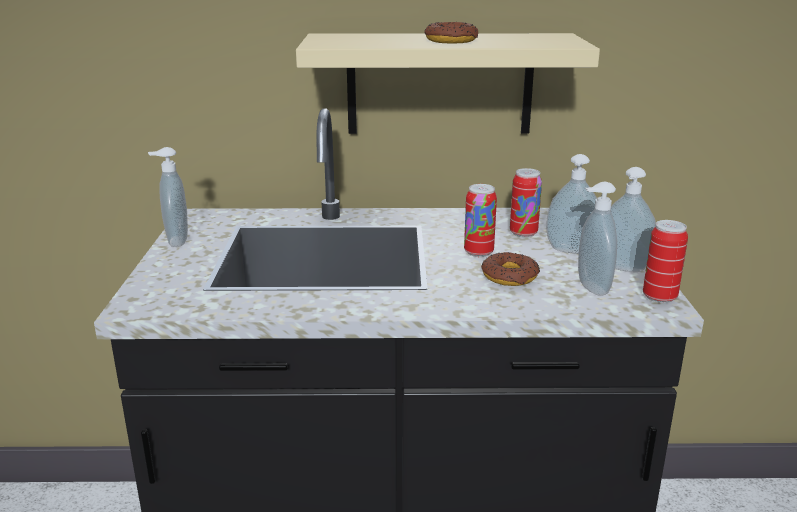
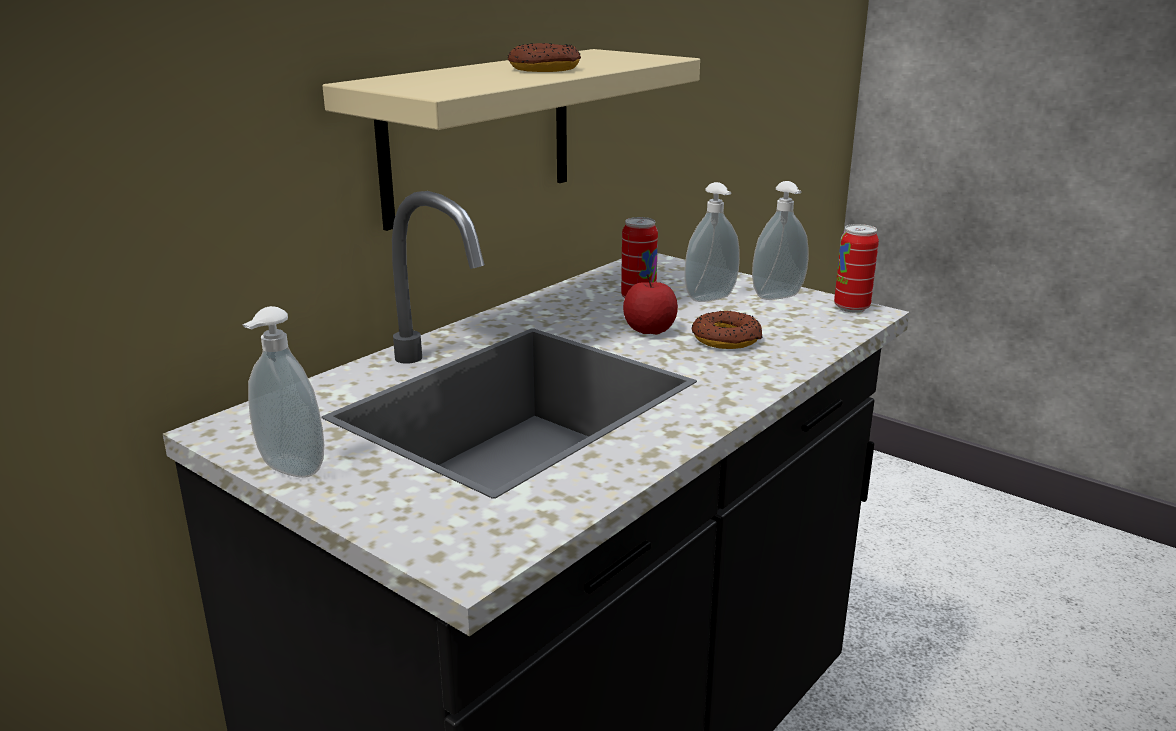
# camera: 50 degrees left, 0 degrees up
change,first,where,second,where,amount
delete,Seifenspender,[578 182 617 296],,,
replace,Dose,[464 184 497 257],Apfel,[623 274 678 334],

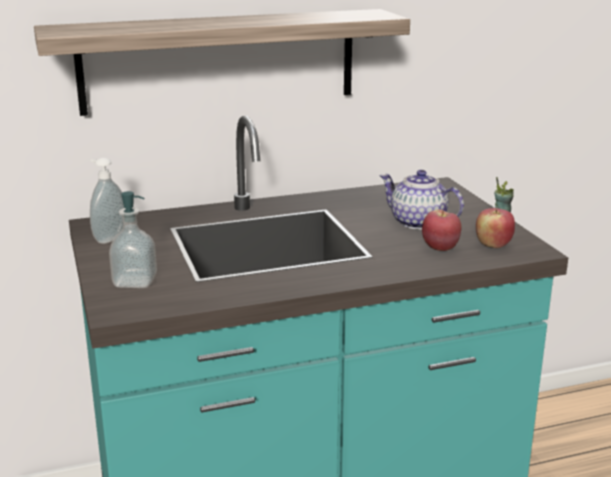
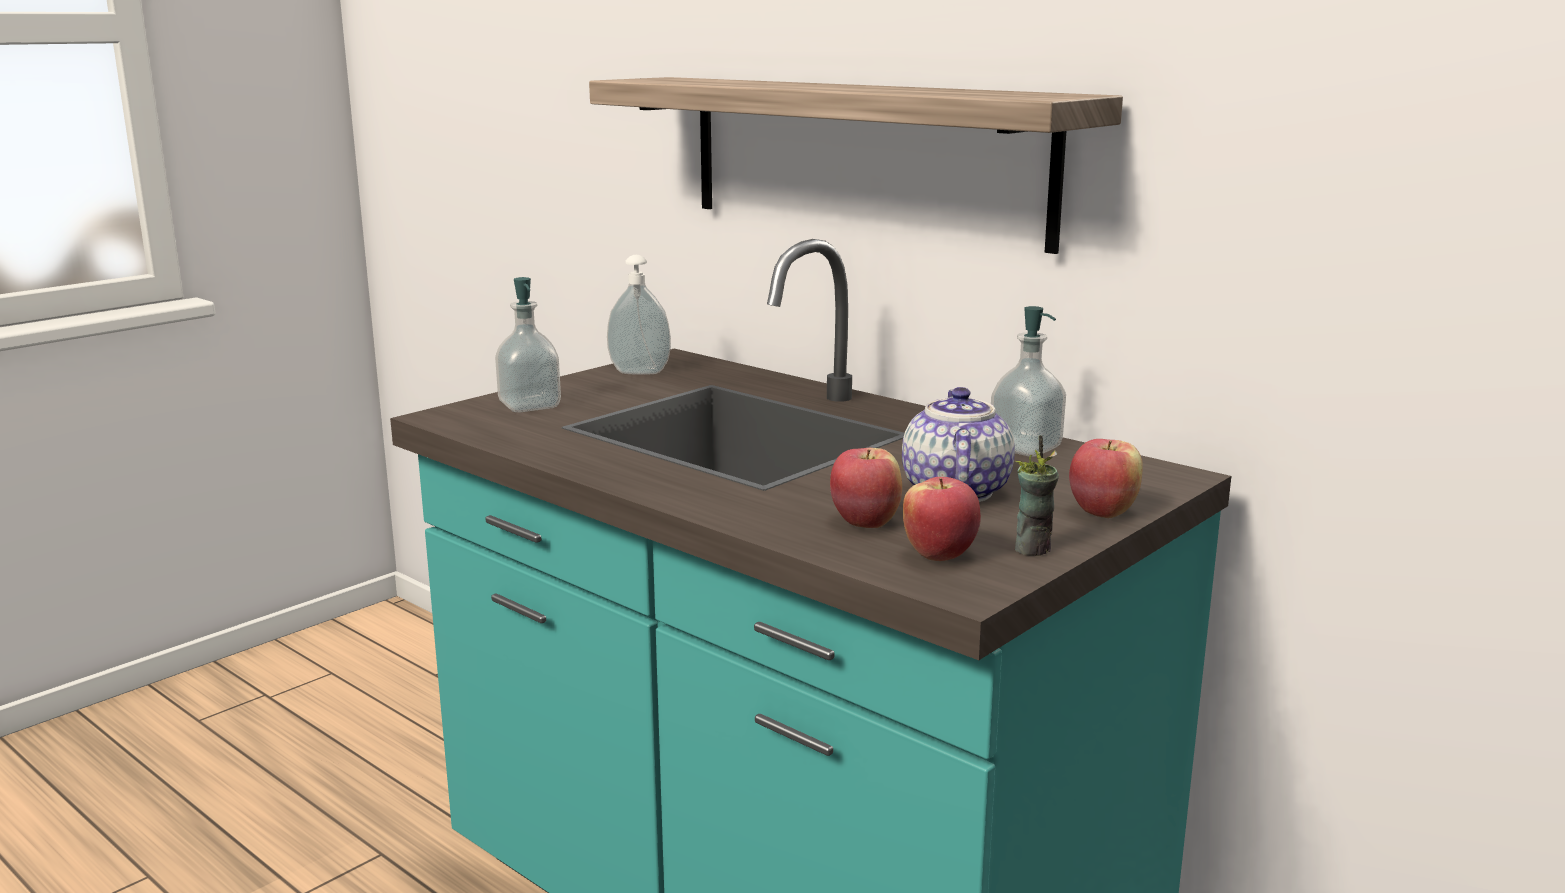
# camera: 60 degrees right, 5 degrees down
change,first,where,second,where,amount
insert,,,Seifenspender,[991 306 1066 457],
insert,,,Apfel,[1069 439 1143 518],

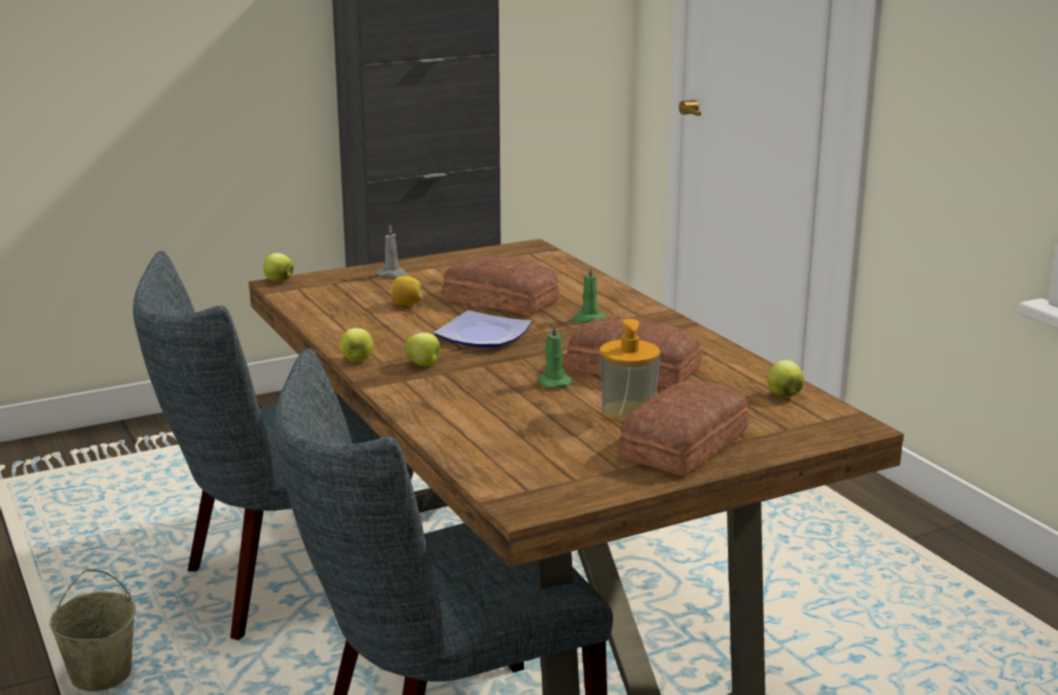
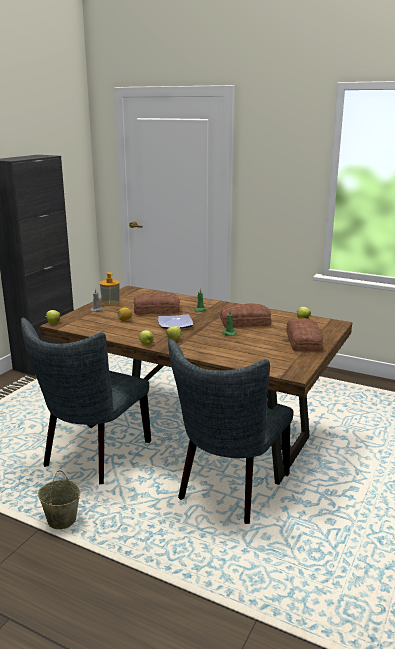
# camera: 35 degrees left, 0 degrees up
change,first,where,second,where,amount
move,Seifenspender,[600 319 660 423],,[100 272 120 306],

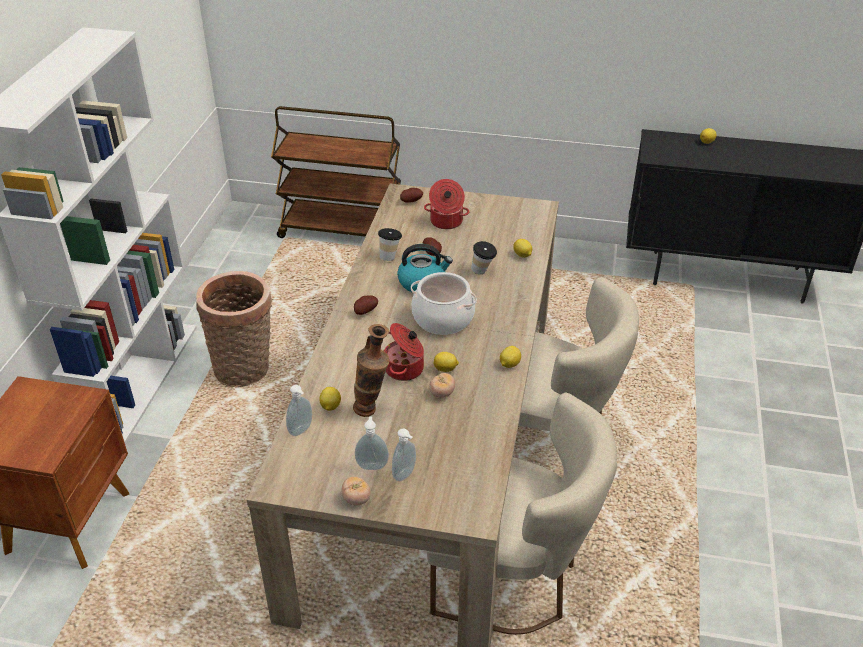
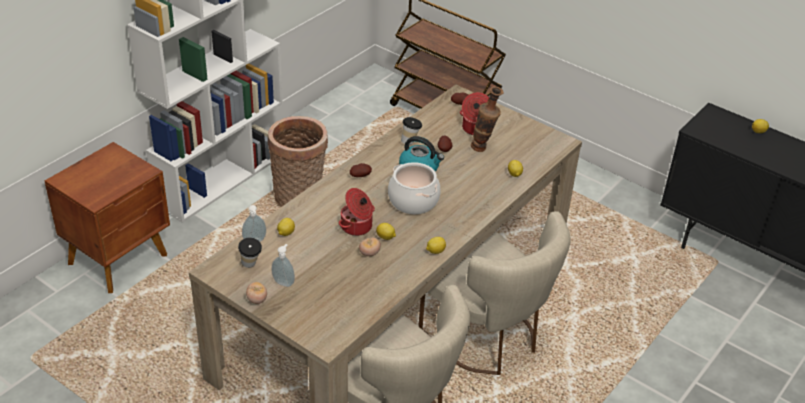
# camera: 25 degrees right, 0 degrees up
change,first,where,second,where,amount
delete,Seifenspender,[392 429 416 481],,,
move,Vase,[353 324 390 417],,[471 86 504 152],
move,Tasse,[471 241 497 275],,[238 238 262 268],

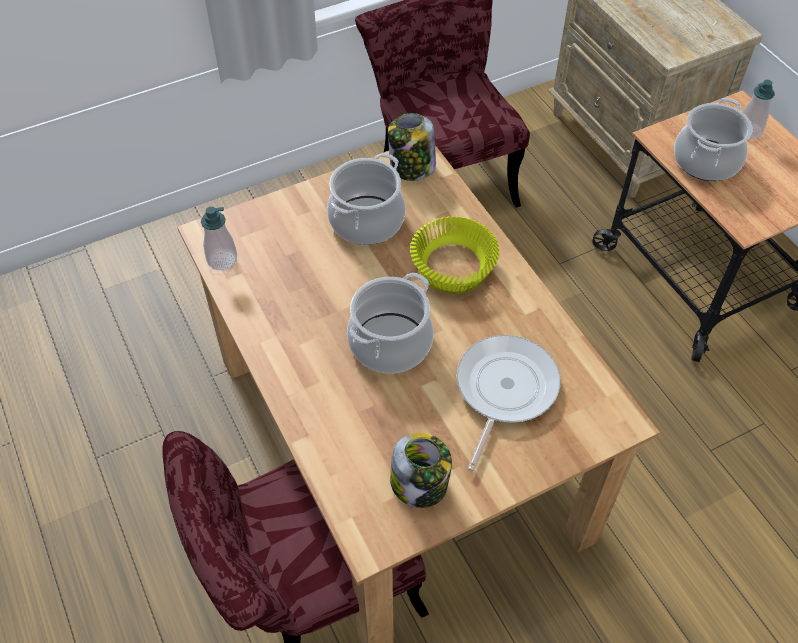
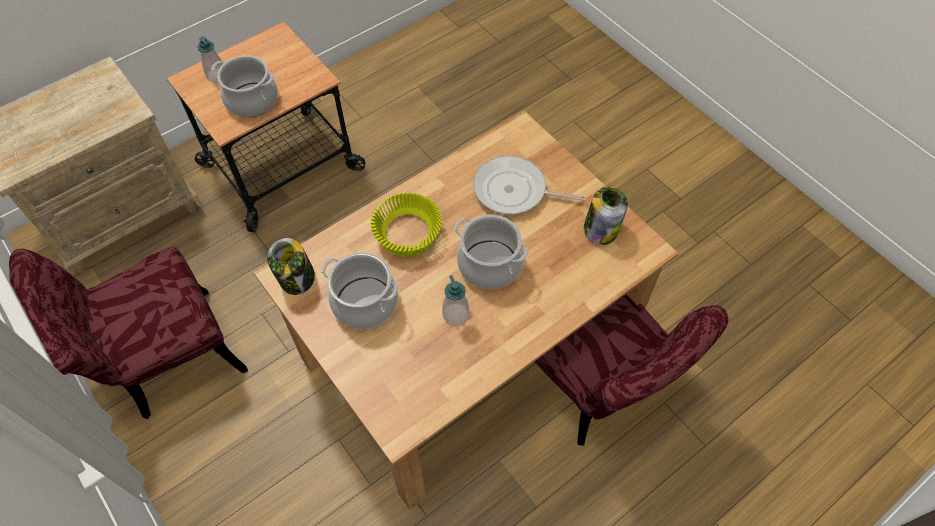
# camera: 100 degrees left, 5 degrees up
change,first,where,second,where,amount
move,Seifenspender,[201 207 237 270],,[442 275 469 326],

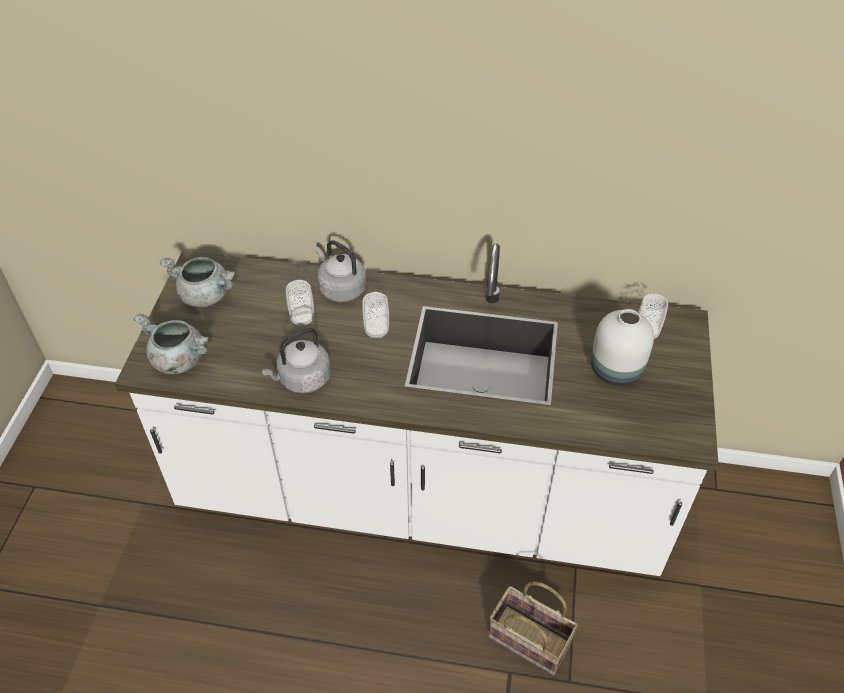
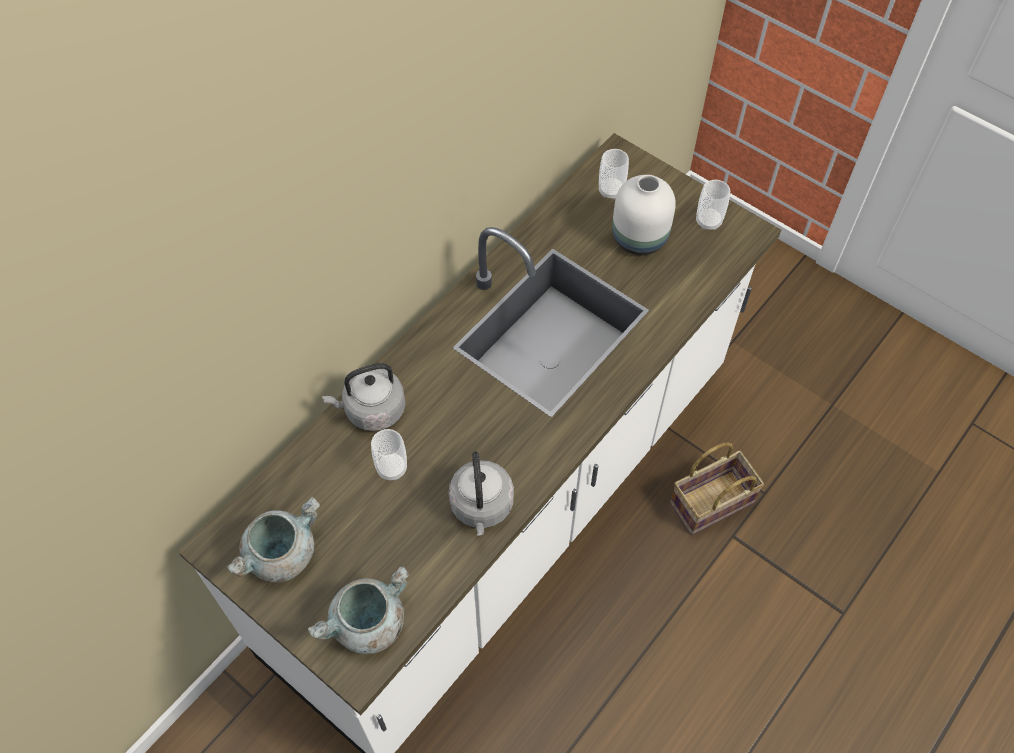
# camera: 60 degrees left, 10 degrees up
change,first,where,second,where,amount
move,Tasse,[362 292 389 339],,[696 180 730 230],

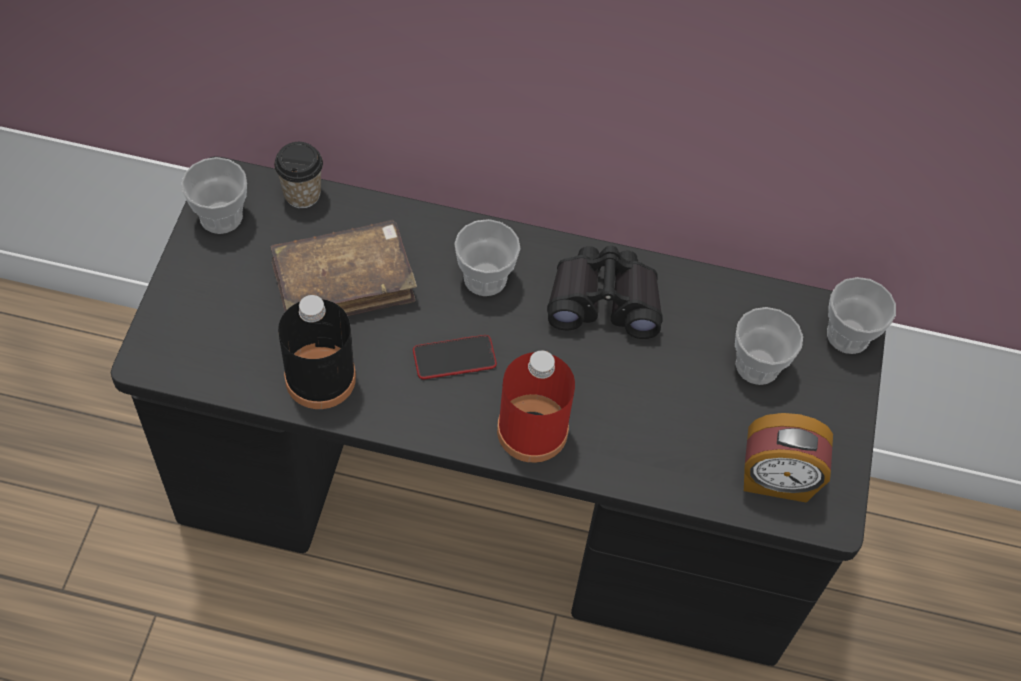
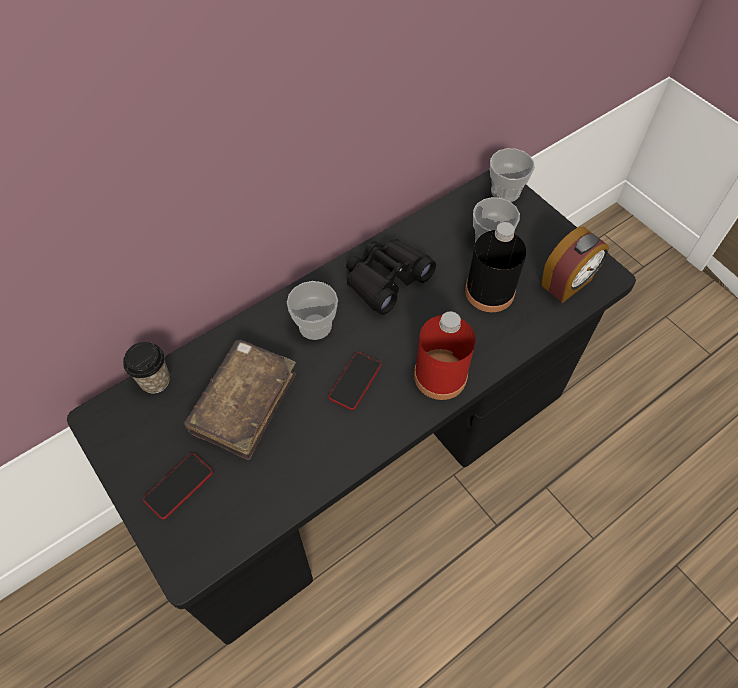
# camera: 45 degrees left, 0 degrees up
change,first,where,second,where,amount
delete,Tasse,[181 157 247 234],,,
insert,,,Handy,[143 453 213 519],
move,Flasche (schwarz),[278 295 356 409],,[465 222 527 312],

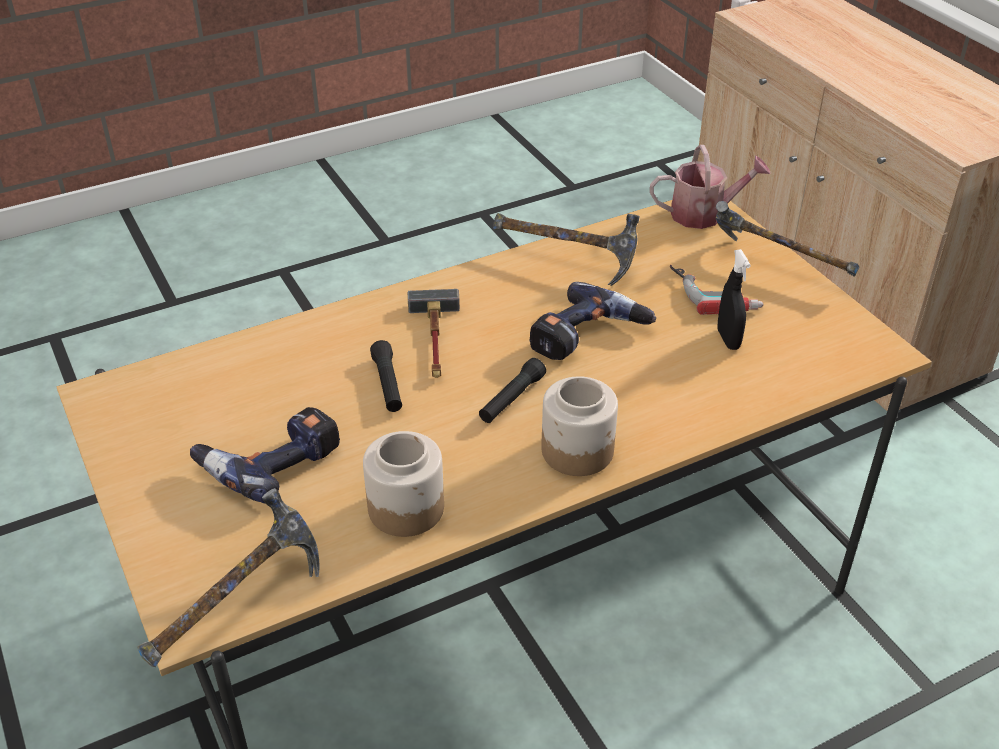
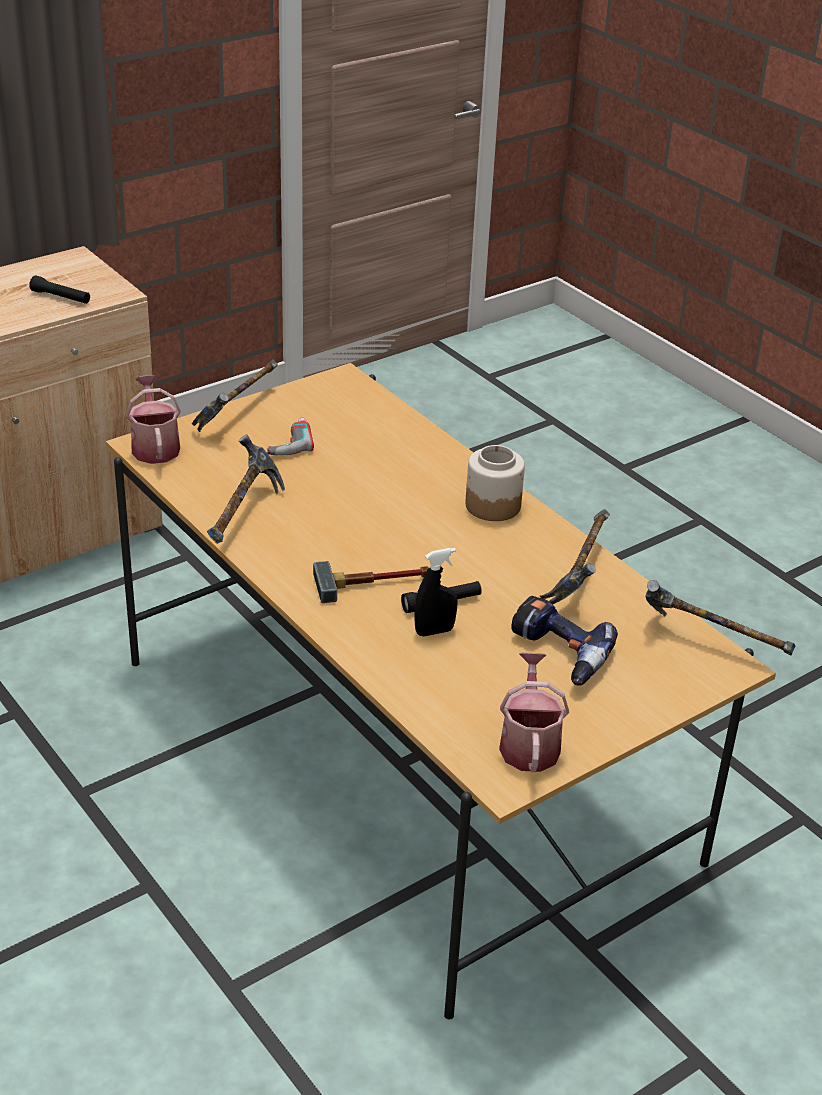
# camera: 100 degrees left, 5 degrees down
change,first,where,second,where,amount
delete,Bohrmaschine,[529 282 656 360],,,
insert,,,Gießkanne,[499 652 569 772],
move,Taschenlampe (schwarz),[479 358 546 423],,[29 276 90 304],
move,Sprühflasche (schwarz),[717 249 751 350],,[414 548 457 636],
replace,Vorratsglas,[363 431 444 537],Hammer,[540 509 610 605],

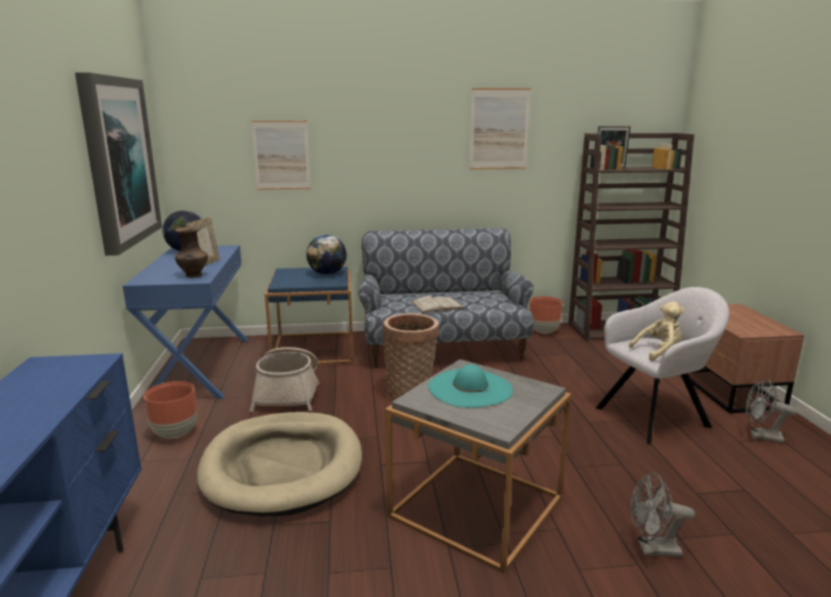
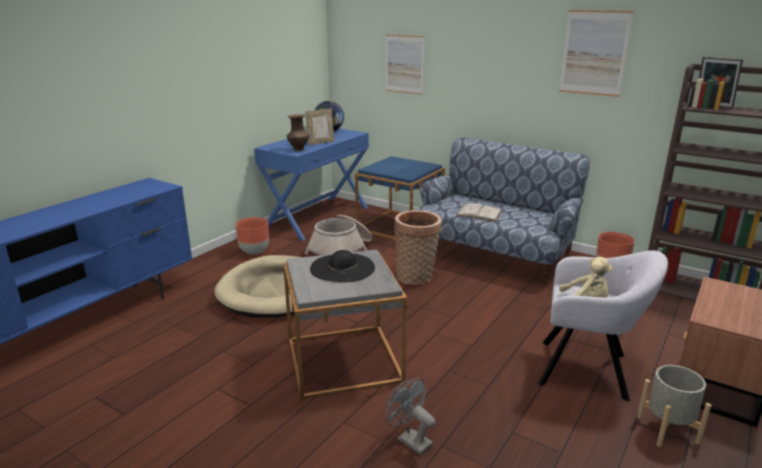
# camera: 40 degrees right, 5 degrees up
change,first,where,second,where,amount
delete,Bild,[75 72 162 256],,,
delete,Globus,[306 235 347 275],,,
replace,Ventilator (grau),[746 378 797 443],Pflanzkübel (grau),[637 365 711 447],
recolor,Hut (türkis),[428 364 513 408],Hut (schwarz),[310 250 375 282],

